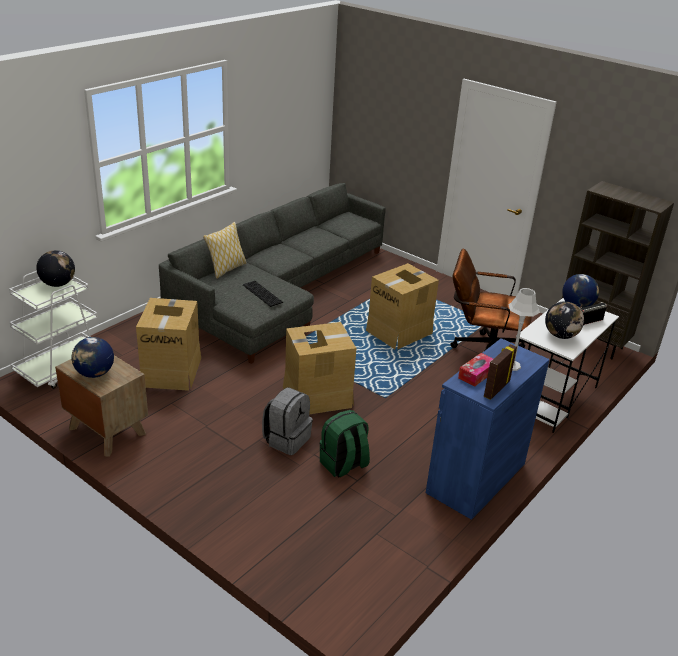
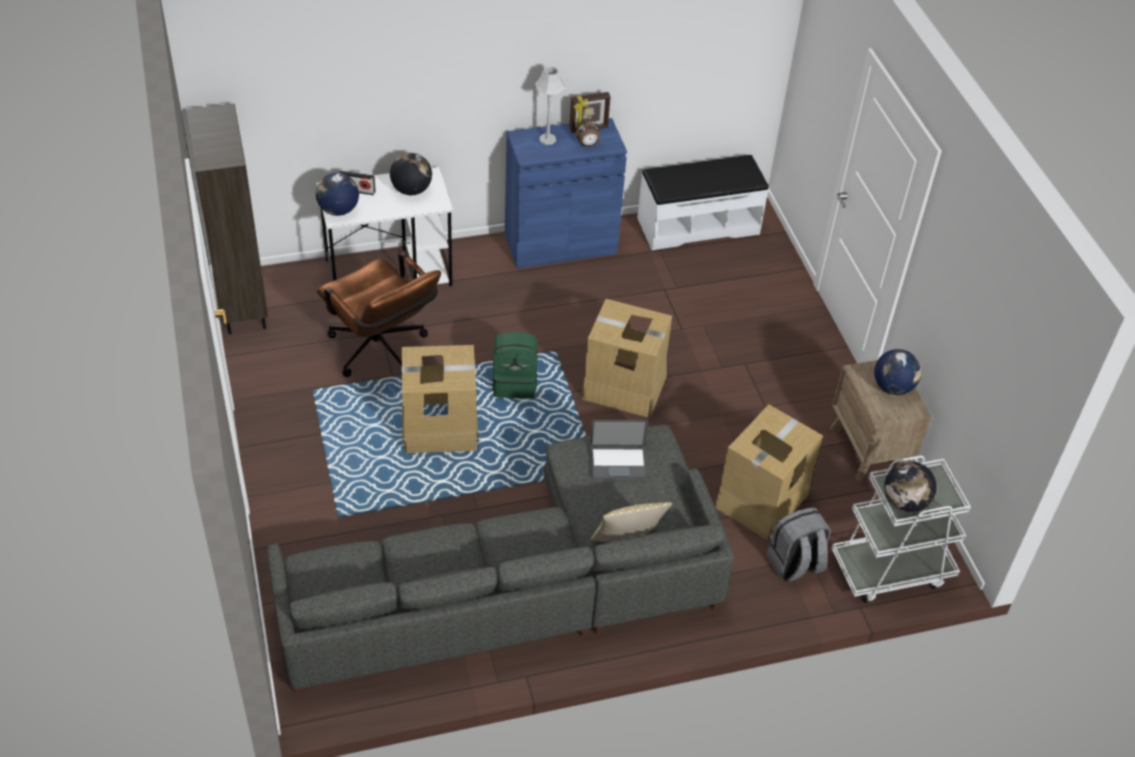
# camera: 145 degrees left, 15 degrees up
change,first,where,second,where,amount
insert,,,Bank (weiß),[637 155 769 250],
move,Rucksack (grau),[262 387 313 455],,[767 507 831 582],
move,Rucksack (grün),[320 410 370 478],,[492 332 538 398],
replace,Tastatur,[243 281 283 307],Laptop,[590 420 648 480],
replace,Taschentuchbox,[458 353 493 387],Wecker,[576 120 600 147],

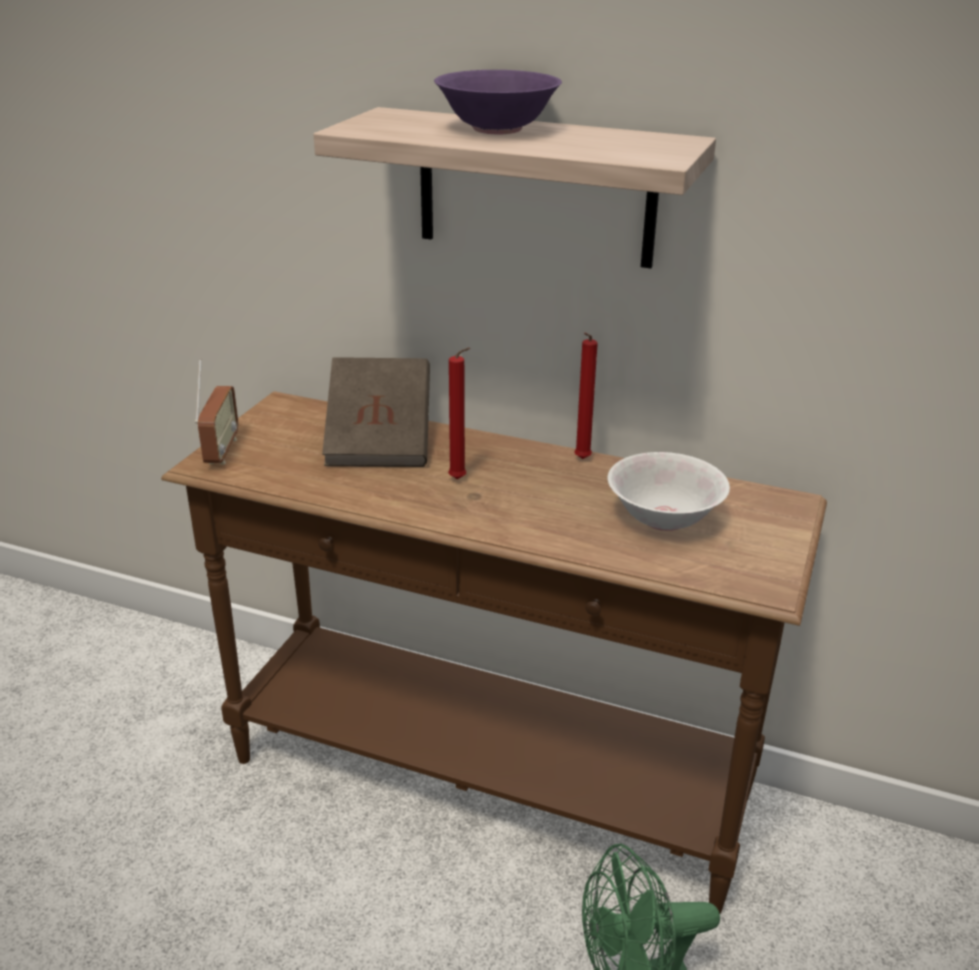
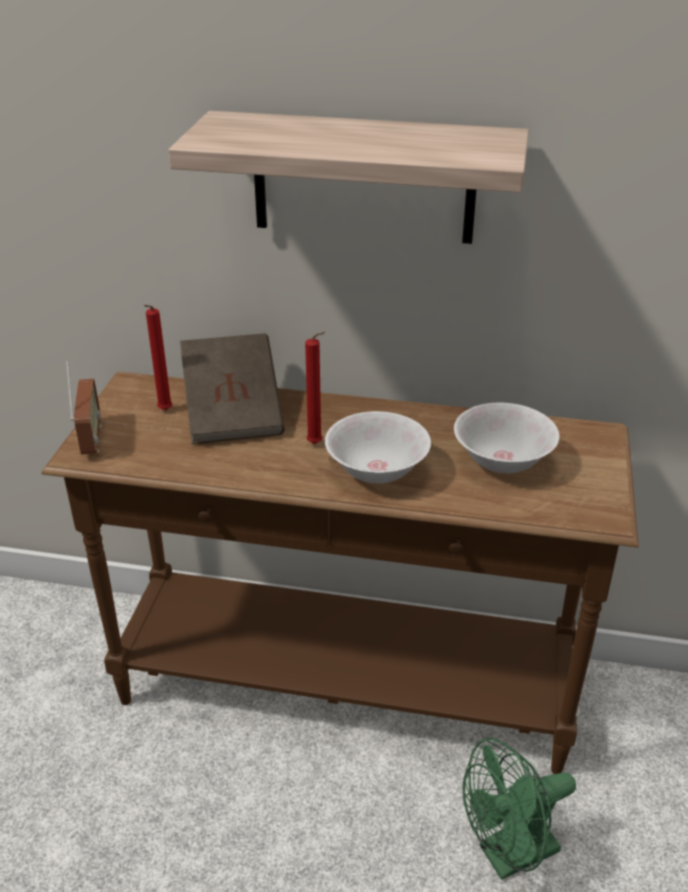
# camera: 10 degrees left, 5 degrees up
change,first,where,second,where,amount
delete,Schüssel (lila),[434 70 562 134],,,
insert,,,Schüssel (weiß),[325 411 431 483],
move,Kerze (rot),[574 333 598 459],,[144 305 173 410],

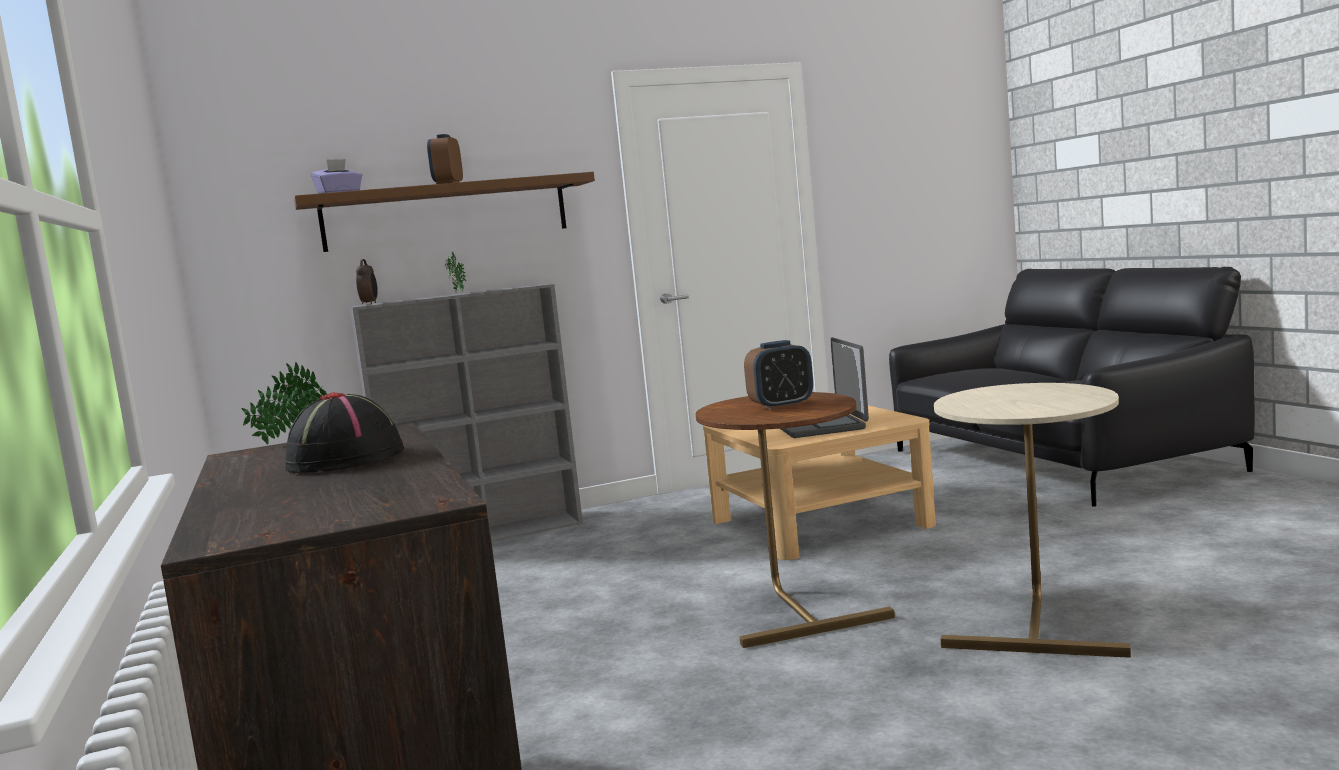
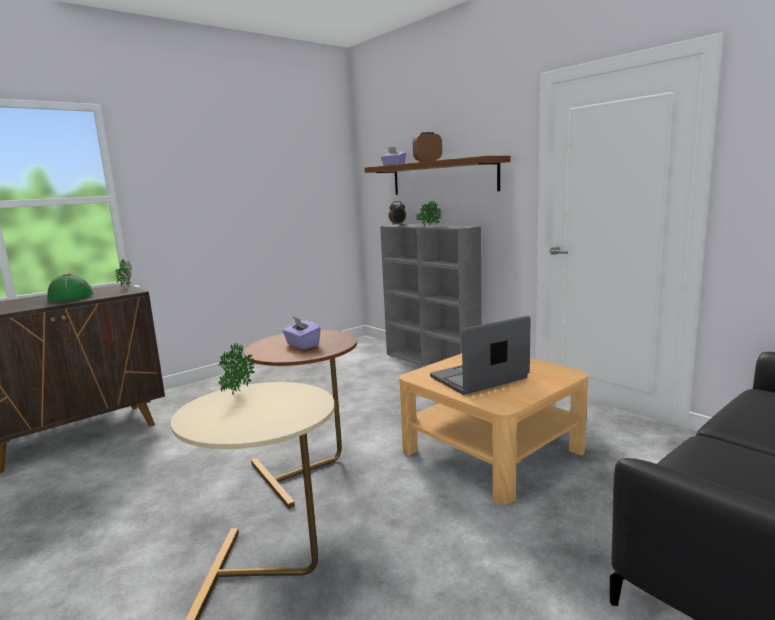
# camera: 70 degrees right, 5 degrees up
change,first,where,second,where,amount
insert,,,Topfpflanze,[218 342 255 398],
replace,Wecker,[744 340 813 410],Taschentuchbox (lila),[282 317 321 350],
recolor,Hut (schwarz),[285 392 404 473],Hut (grün),[47 274 93 302],

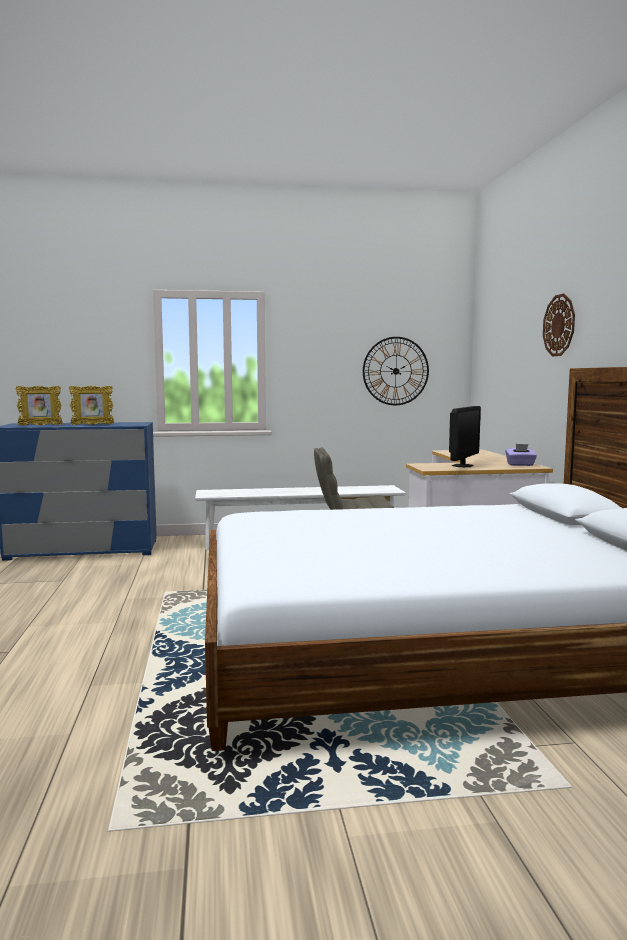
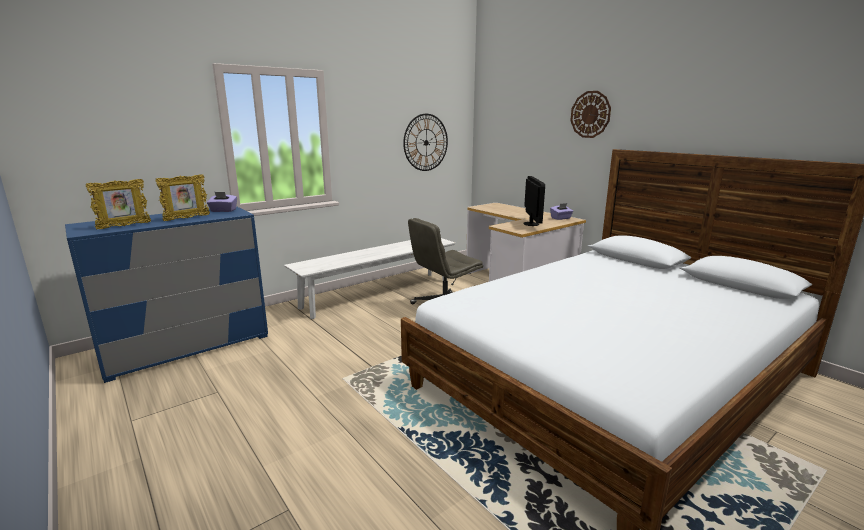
# camera: 30 degrees left, 10 degrees up
change,first,where,second,where,amount
insert,,,Taschentuchbox (lila),[207 192 237 212],

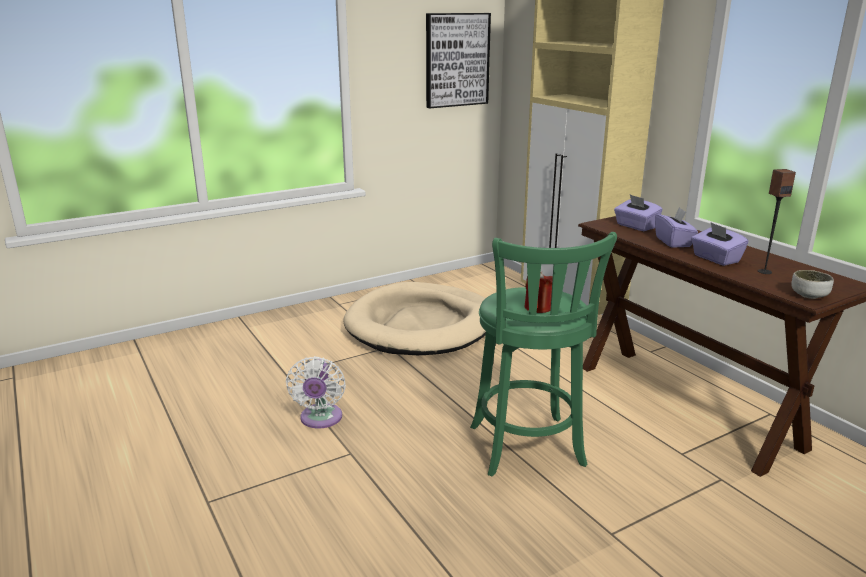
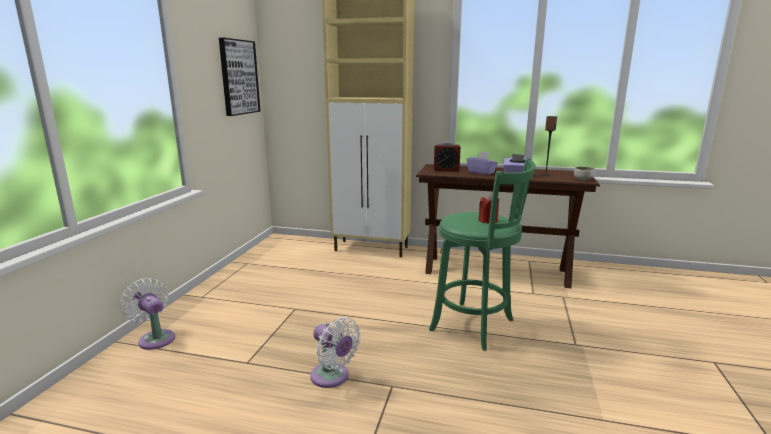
# camera: 45 degrees left, 5 degrees down
change,first,where,second,where,amount
delete,Hundebett (beige),[343 282 486 355],,,
insert,,,Ventilator (weiß),[120 278 175 350],
replace,Taschentuchbox (lila),[614 195 663 231],Wecker,[434 142 461 171],

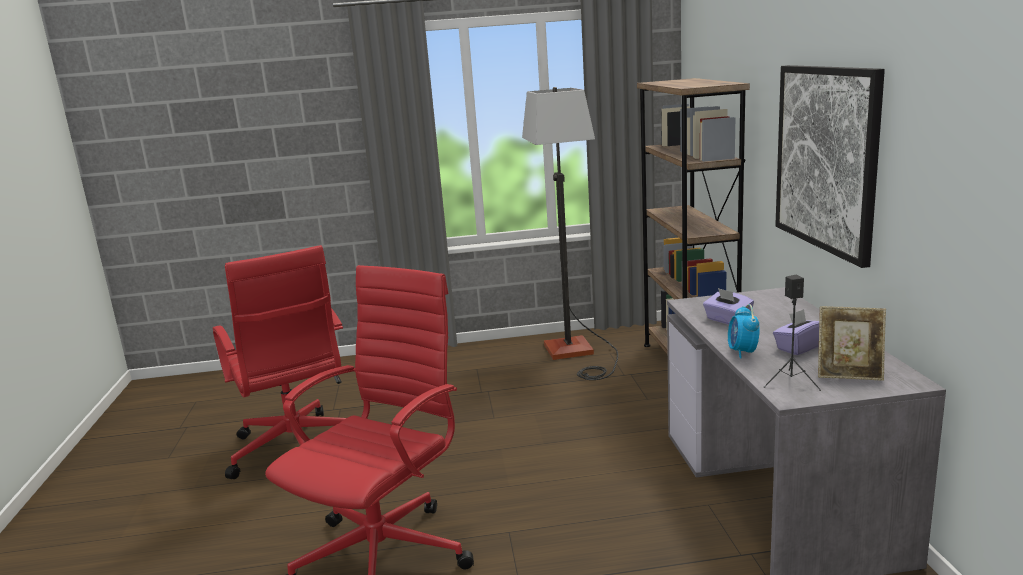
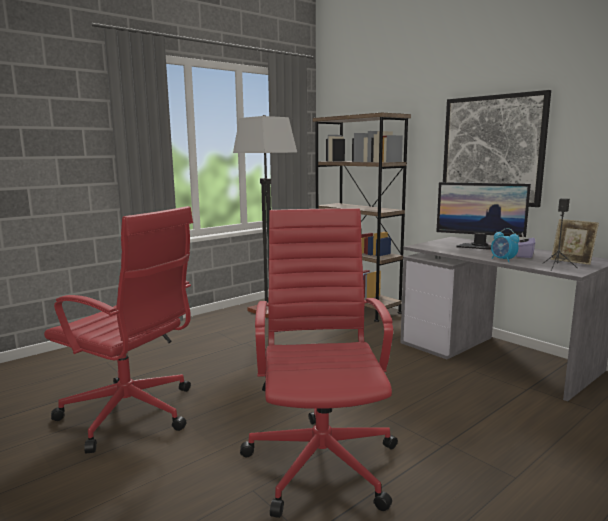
# camera: 35 degrees left, 5 degrees down
change,first,where,second,where,amount
delete,Taschentuchbox (lila),[703 288 754 325],,,
insert,,,Monitor,[436 182 531 250],
rotate,Bilderrahmen,[818 306 886 381],,[551 219 599 265],60 degrees clockwise

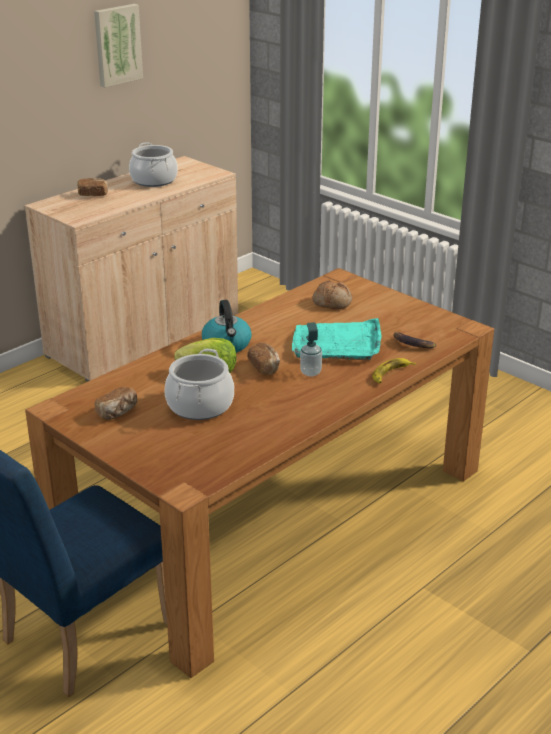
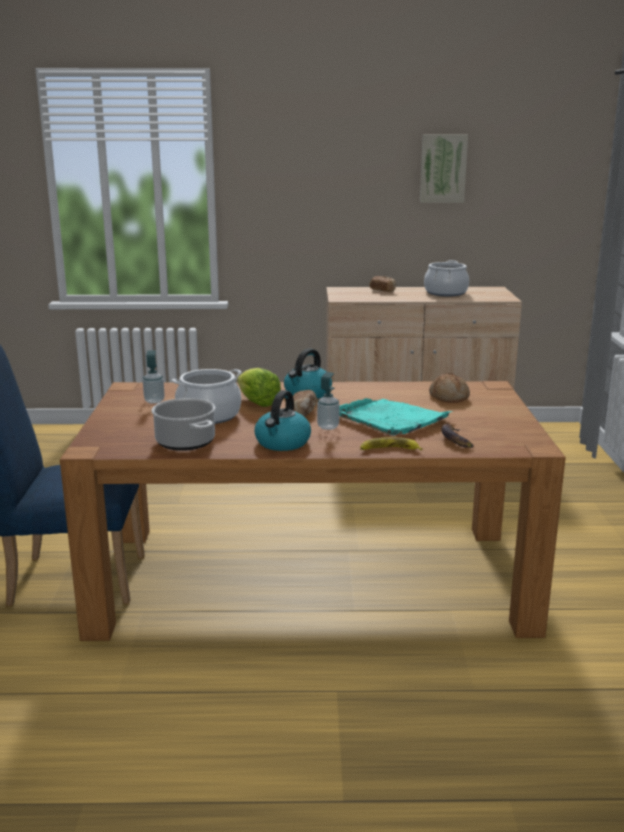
# camera: 45 degrees right, 10 degrees down
change,first,where,second,where,amount
insert,,,Kochtopf,[151 398 216 451],
insert,,,Wasserkessel,[255 390 311 451],
replace,Brot,[94 387 137 420],Seifenspender,[143 350 165 404],

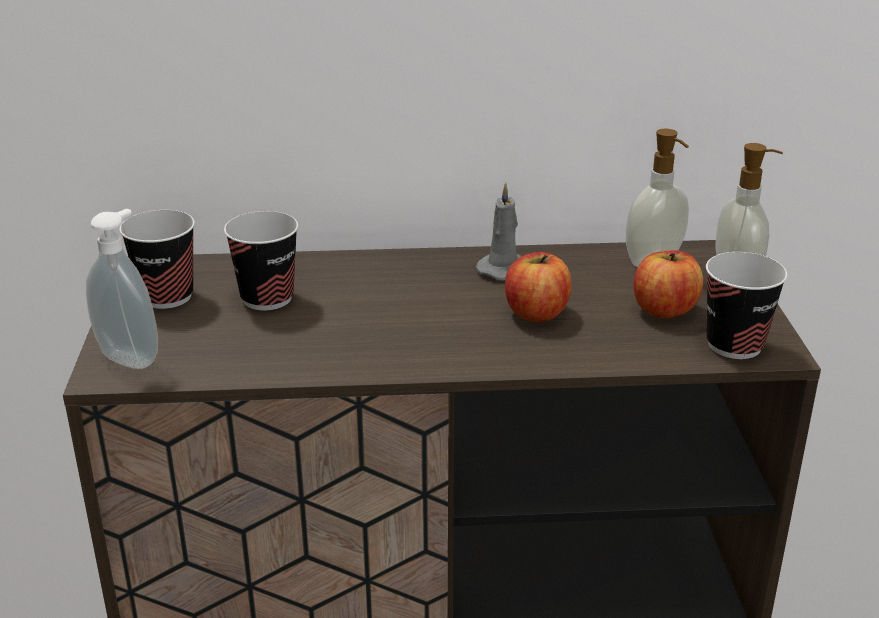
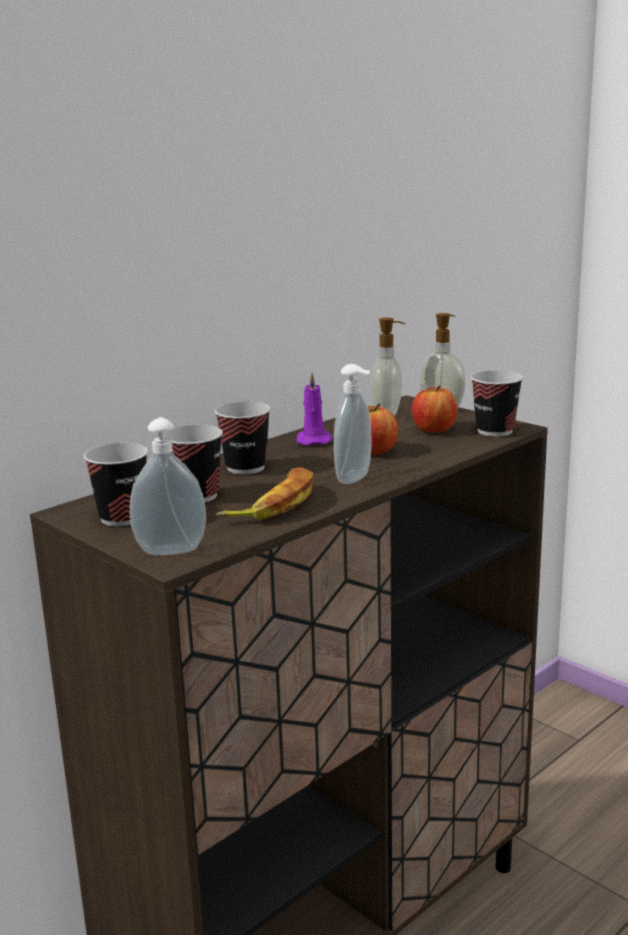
# camera: 40 degrees left, 10 degrees down
change,first,where,second,where,amount
insert,,,Tasse,[215 401 271 474],
insert,,,Banane,[216 467 313 519],
insert,,,Seifenspender,[334 364 372 484],
recolor,Kerze (grau),[476 183 522 281],Kerze (lila),[297 373 333 445],

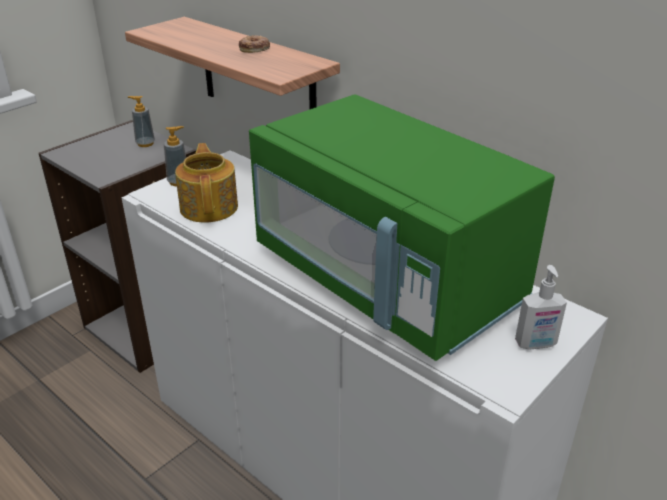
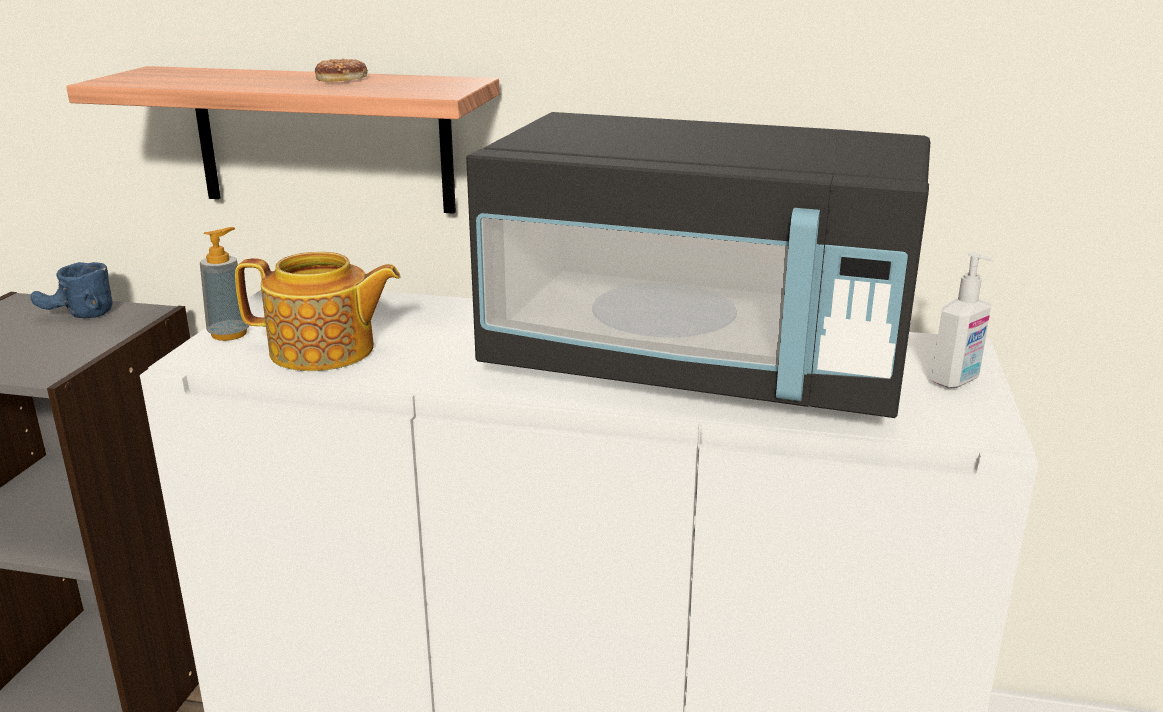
# camera: 30 degrees left, 10 degrees down
change,first,where,second,where,amount
replace,Seifenspender,[128 96 155 147],Henkelbecher (blau),[31 262 113 318],
recolor,Mikrowelle (grün),[249 94 555 361],Mikrowelle (schwarz),[466 112 930 418],
rotate,Teekanne,[175 143 238 223],,[235 252 401 371],135 degrees clockwise

